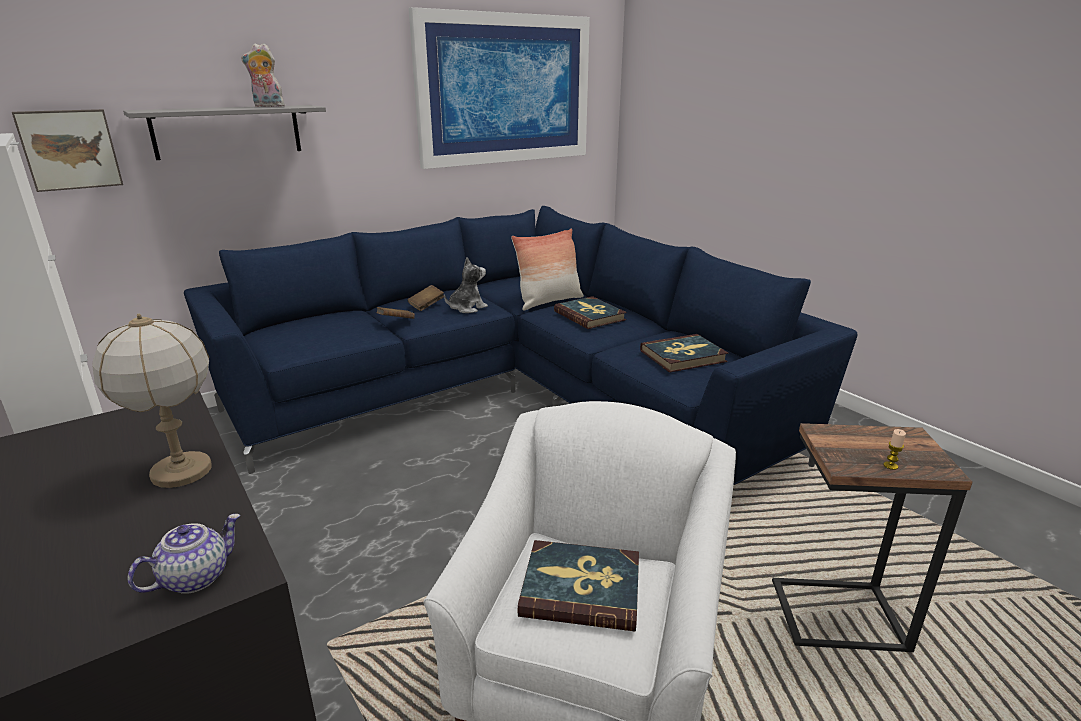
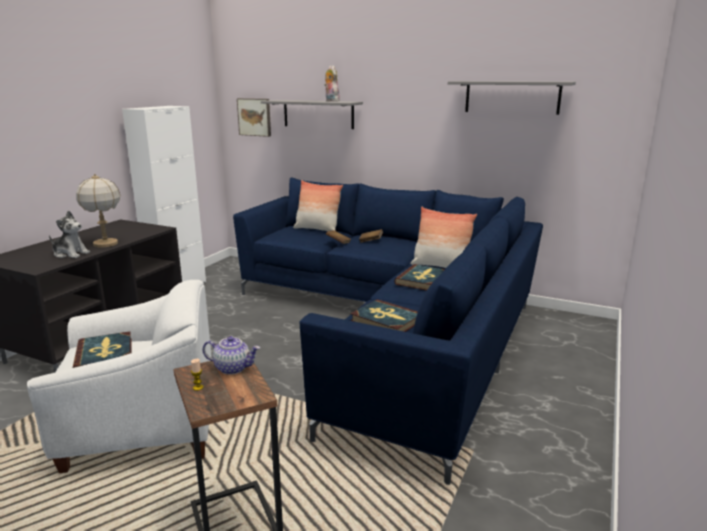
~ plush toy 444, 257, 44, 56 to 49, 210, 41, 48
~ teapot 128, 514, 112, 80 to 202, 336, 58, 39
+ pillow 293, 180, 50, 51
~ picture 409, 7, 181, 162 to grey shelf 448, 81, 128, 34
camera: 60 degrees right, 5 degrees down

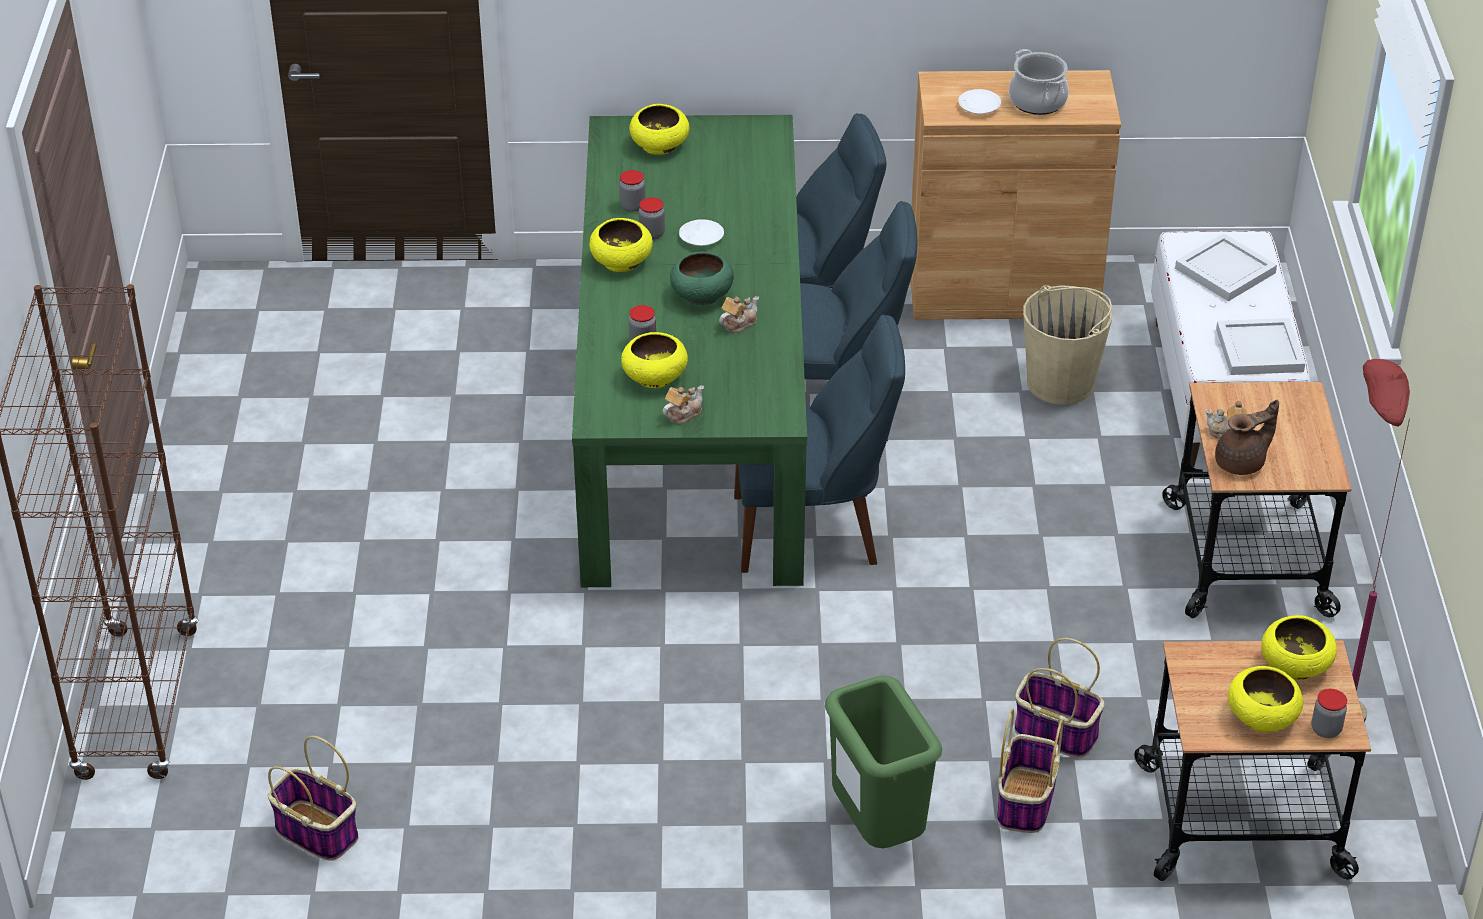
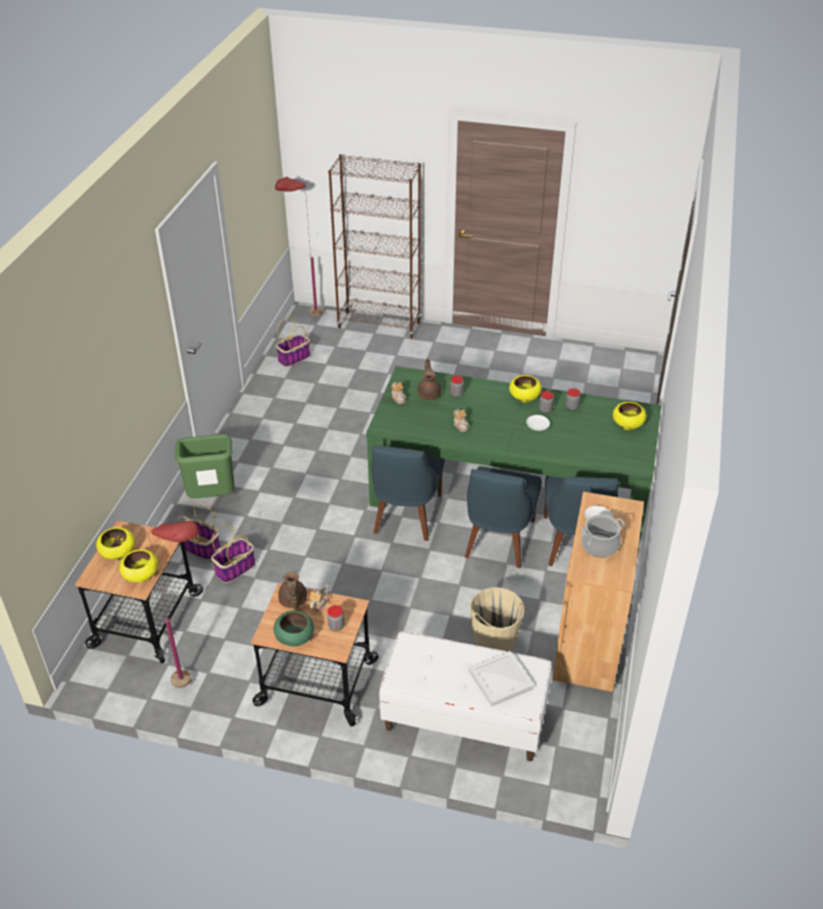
~ green bowl 670, 251, 64, 54 to 274, 611, 40, 35
+ red floor lamp 275, 177, 48, 139
~ jar 1312, 689, 35, 49 to 327, 605, 17, 26
~ yellow bowl 621, 332, 67, 56 to brown teapot 417, 358, 24, 42
- white tray 1216, 318, 89, 57
camera: 105 degrees right, 0 degrees up

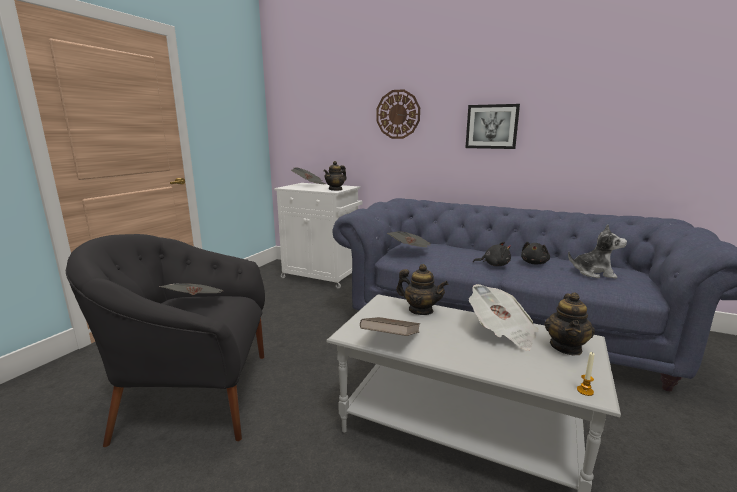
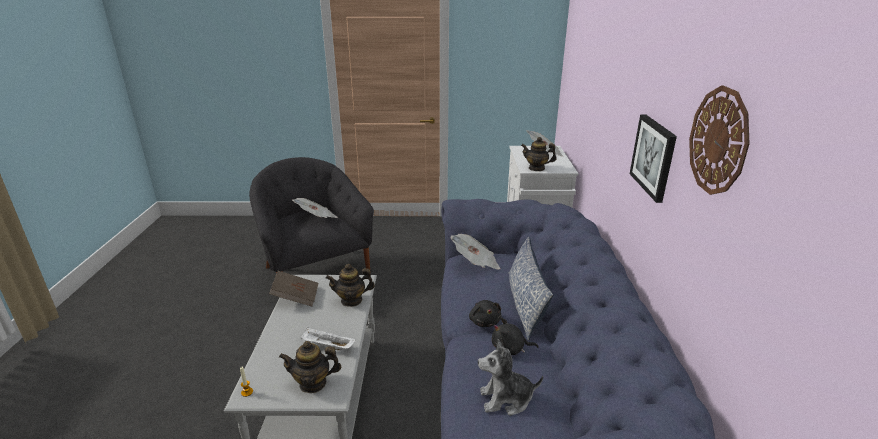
~ newspaper 469, 284, 70, 67 to white tray 300, 327, 56, 23
~ teapot 396, 264, 52, 51 = 326, 264, 49, 43 75 degrees clockwise
~ plush toy 568, 224, 59, 55 = 478, 339, 65, 77 90 degrees clockwise
+ pillow 508, 237, 45, 104
~ wall clock 376, 89, 44, 50 to 689, 85, 61, 110
camera: 65 degrees right, 10 degrees up

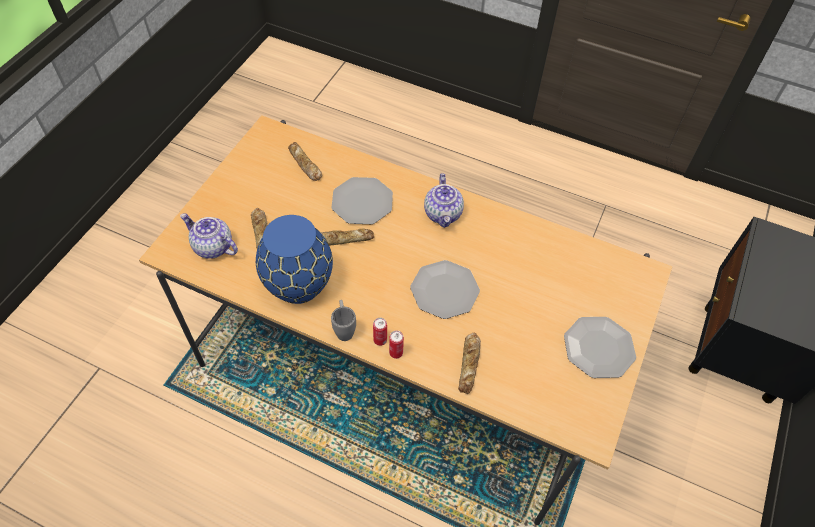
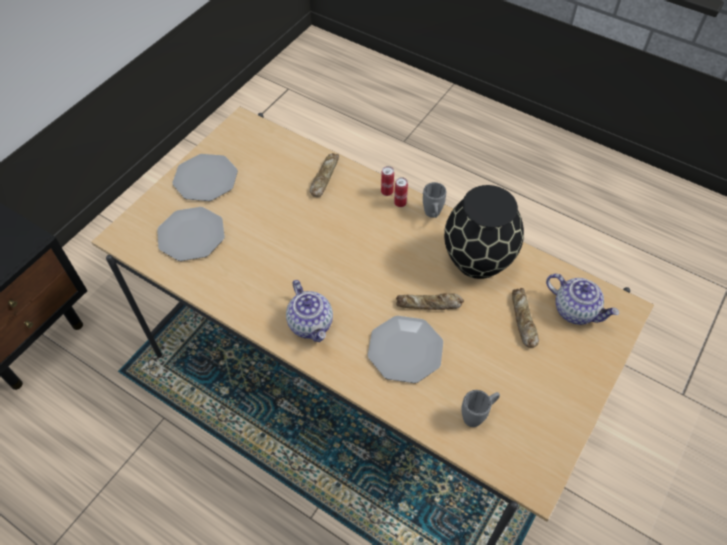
~ plate 410, 260, 70, 59 to 157, 207, 68, 54
~ teapot 424, 173, 40, 55 = 286, 280, 47, 62 150 degrees clockwise
~ blue vase 256, 215, 77, 89 to black vase 444, 185, 80, 94
~ bread 288, 142, 34, 39 to grey mug 461, 390, 39, 37
camera: 170 degrees left, 0 degrees up

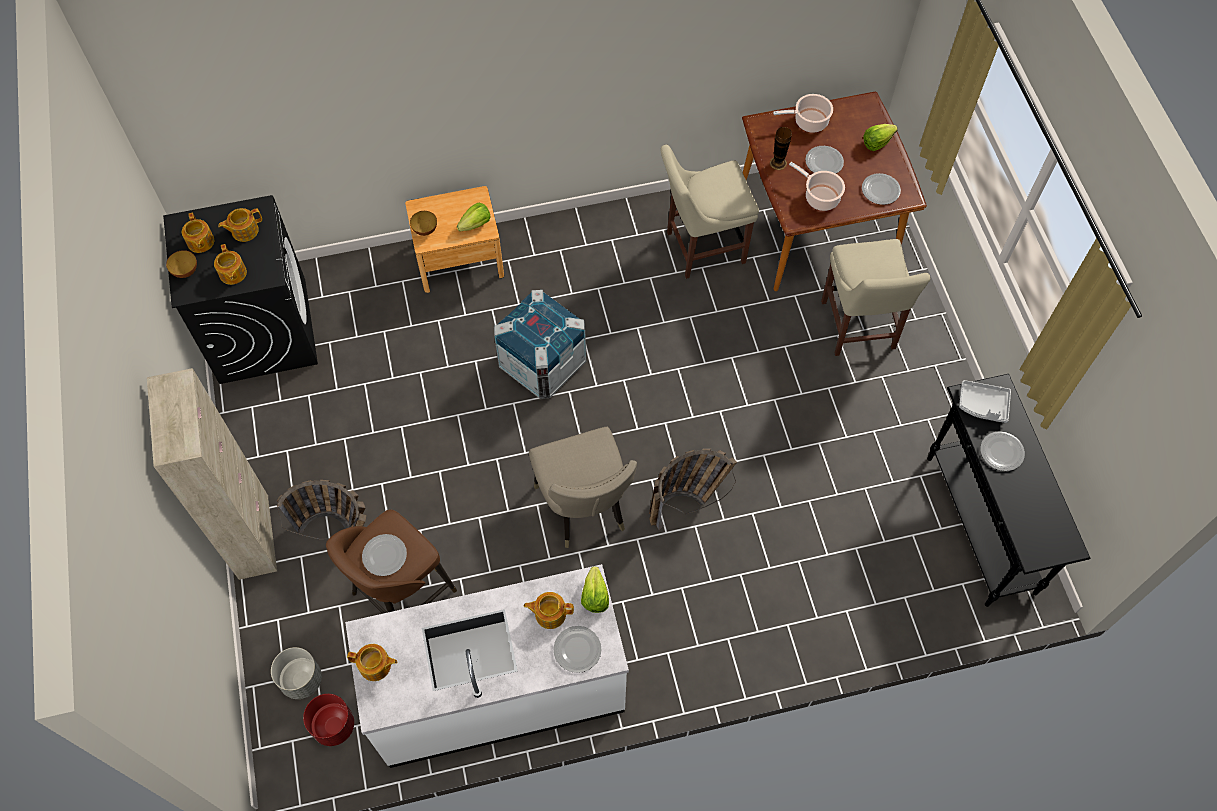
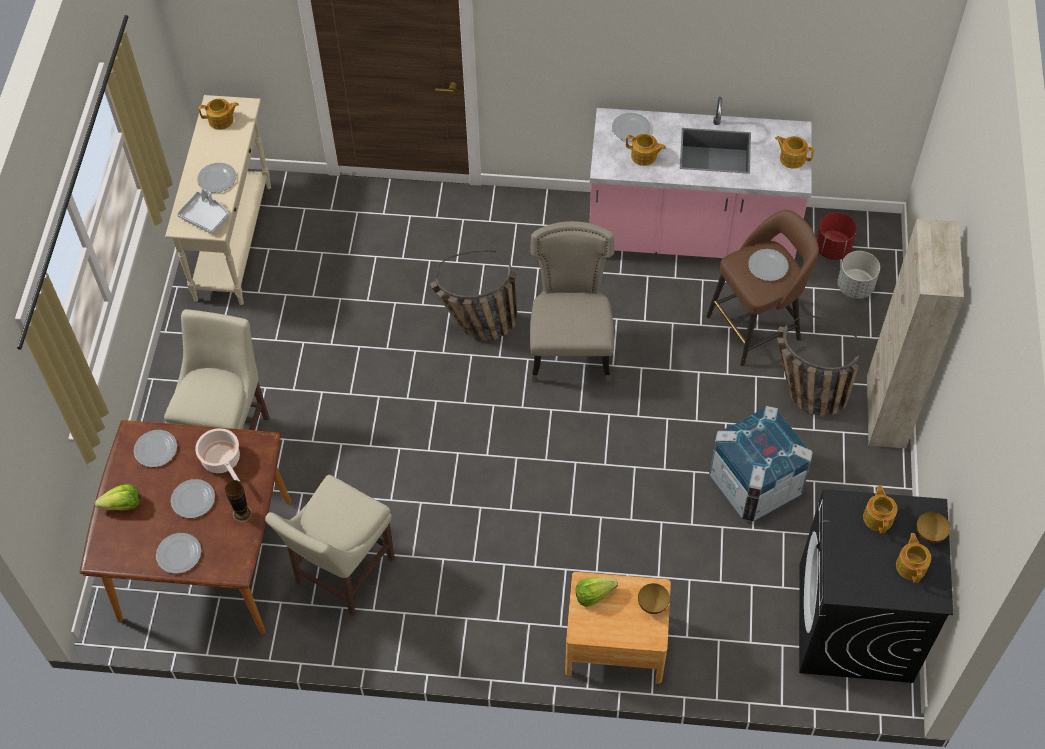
~ cooking pot 773, 94, 60, 39 to plate 156, 533, 45, 41
~ black console table 927, 374, 163, 233 to beige console table 165, 95, 106, 210
~ teapot 218, 208, 44, 34 to 199, 99, 40, 31
~ beige chair 661, 145, 98, 134 = 265, 475, 130, 141 120 degrees clockwise
~ white counter 345, 564, 284, 204 to pink counter 590, 97, 222, 163
~ crate 494, 290, 93, 109 to 709, 406, 104, 115
- lettuce 581, 567, 28, 46
camera: 160 degrees left, 5 degrees down

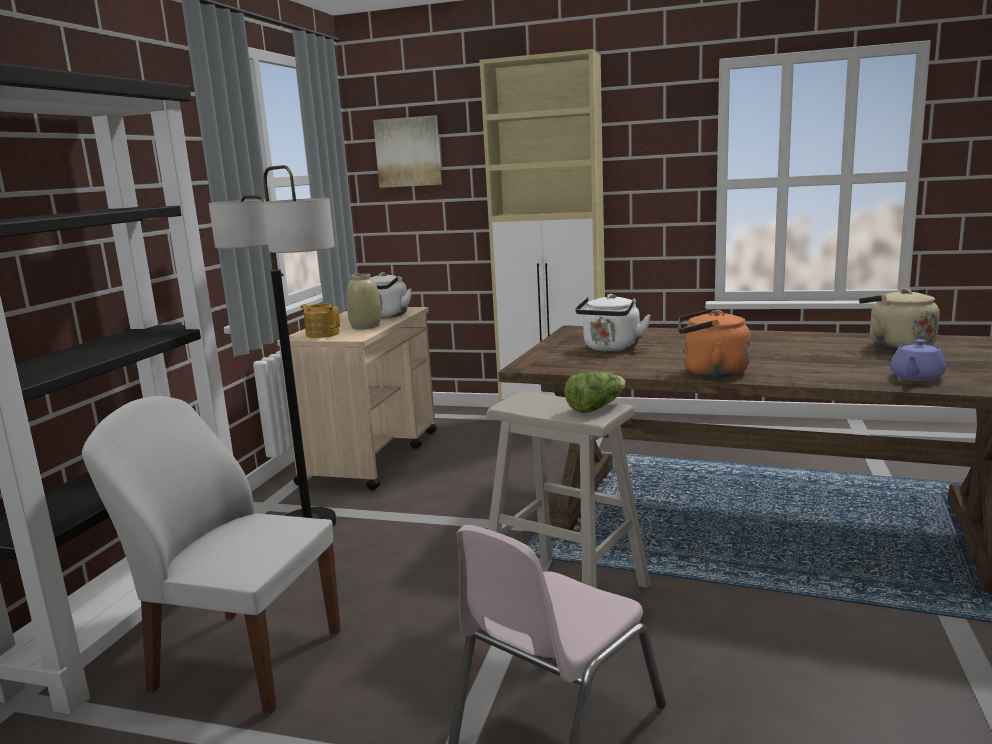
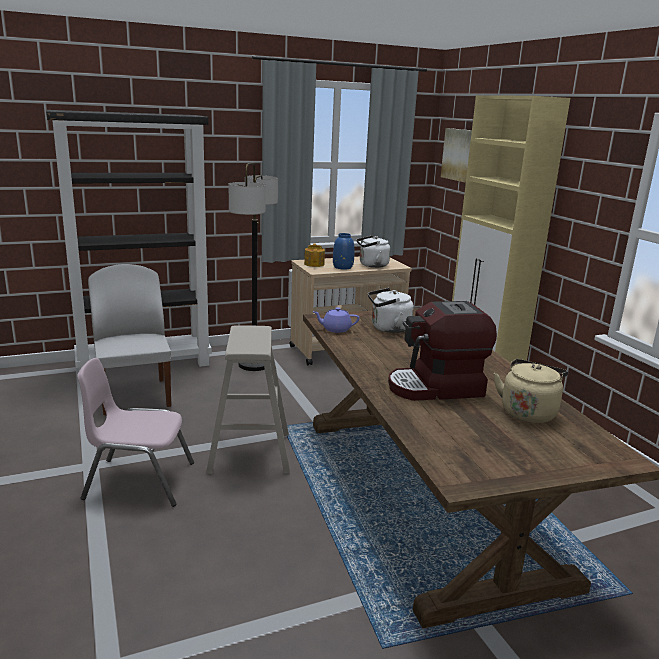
~ purple teapot 890, 339, 56, 42 to 313, 307, 46, 26
~ beige vase 346, 273, 36, 56 to blue vase 333, 233, 21, 37
+ coffee machine 388, 301, 109, 100
- lettuce 564, 371, 62, 42
- orange kettle 678, 309, 73, 68
camera: 50 degrees right, 5 degrees up

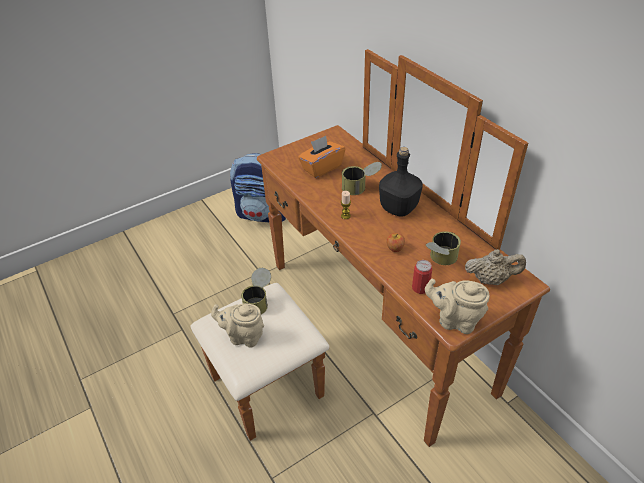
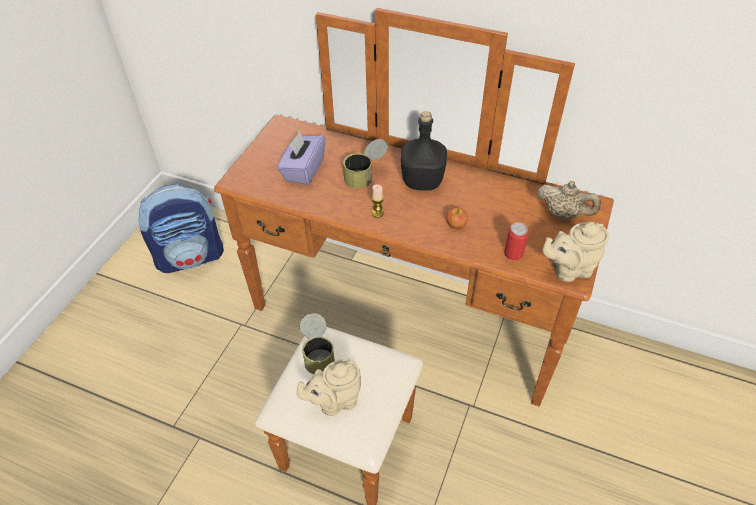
~ orange tissue box 298, 136, 47, 42 to purple tissue box 277, 131, 48, 54
~ beige teapot 465, 249, 61, 36 = 537, 181, 64, 39 60 degrees clockwise
- can 426, 231, 35, 34
camera: 35 degrees left, 5 degrees up

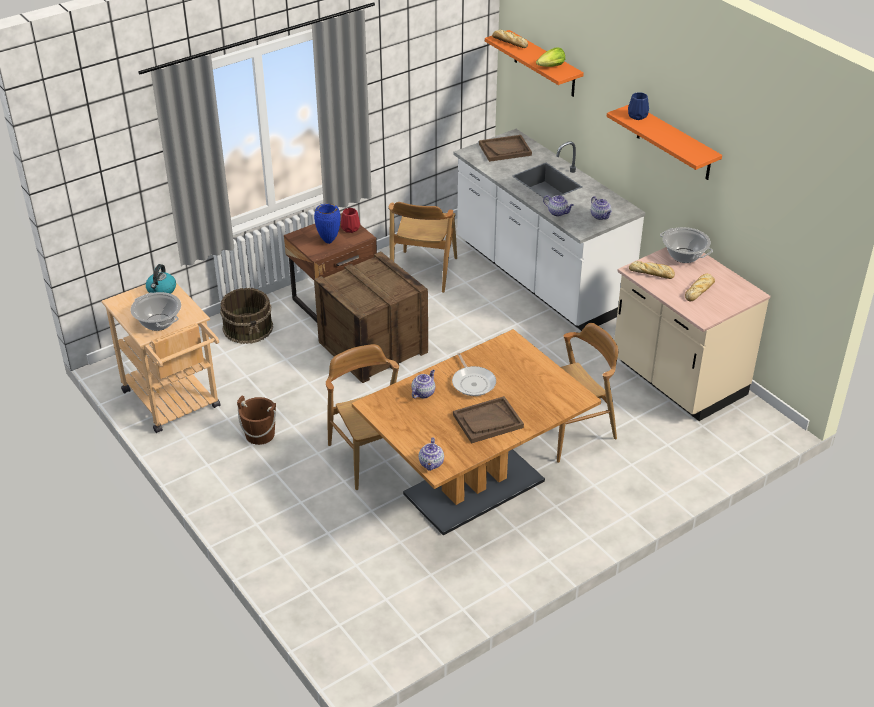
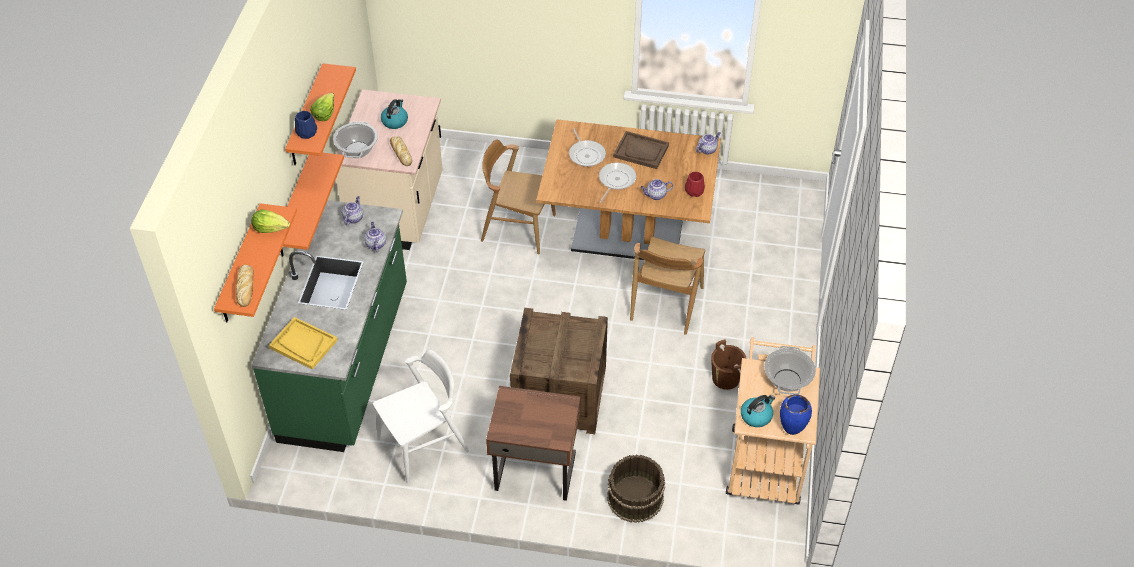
~ white counter 454, 129, 192, 202 to green counter 251, 200, 156, 252
~ brown tray 479, 135, 53, 27 to yellow tray 269, 317, 69, 53
+ orange shelf 281, 153, 63, 104
+ lettuce 310, 93, 24, 28
~ brown chair 389, 202, 68, 91 to white chair 373, 349, 96, 135
~ bread 685, 274, 30, 27 to kettle 381, 99, 27, 30
+ frying pan 569, 128, 37, 39
~ red vase 341, 208, 19, 25 to 685, 172, 20, 25
~ blue vase 314, 203, 27, 41 to 780, 394, 32, 41
camera: 135 degrees left, 10 degrees up

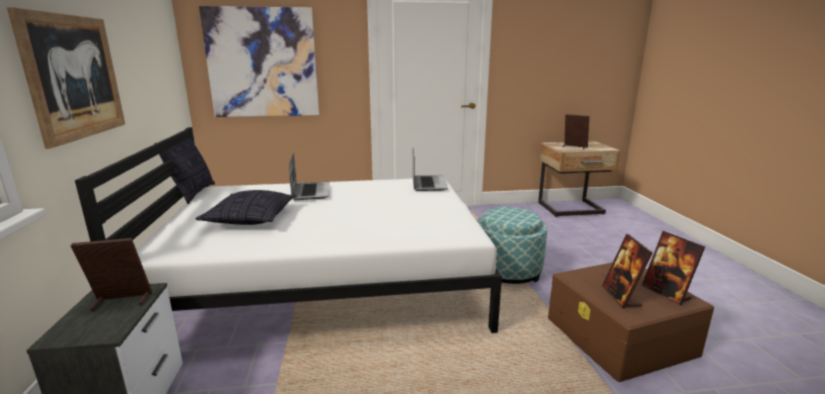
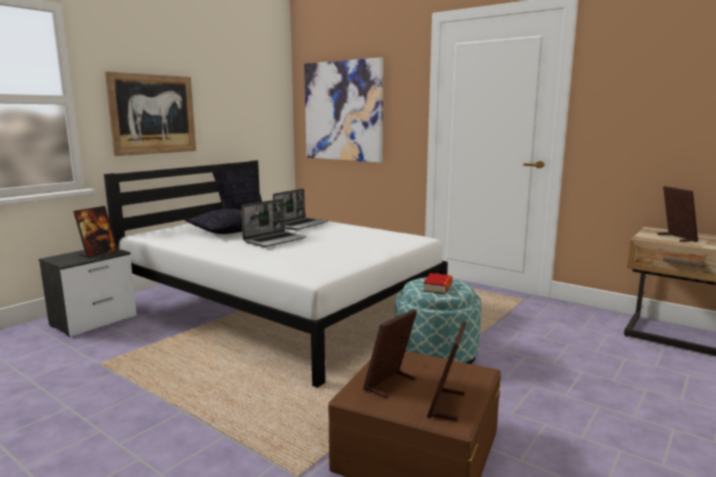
~ picture frame 71, 238, 81, 73 = 73, 206, 45, 52 90 degrees clockwise
~ laptop 412, 149, 36, 42 to 241, 199, 65, 48
+ book 423, 273, 30, 21
camera: 45 degrees right, 5 degrees down

